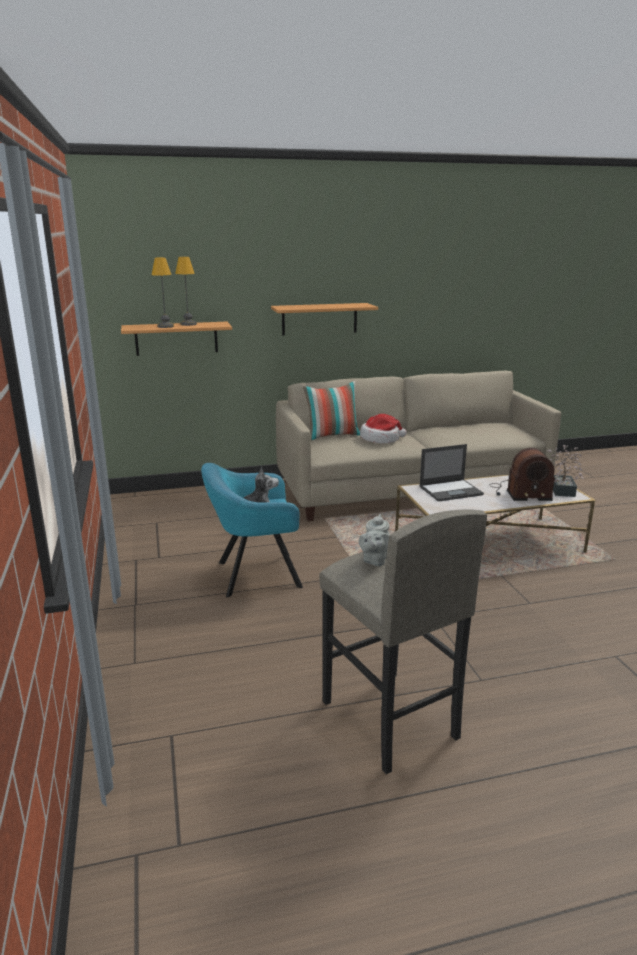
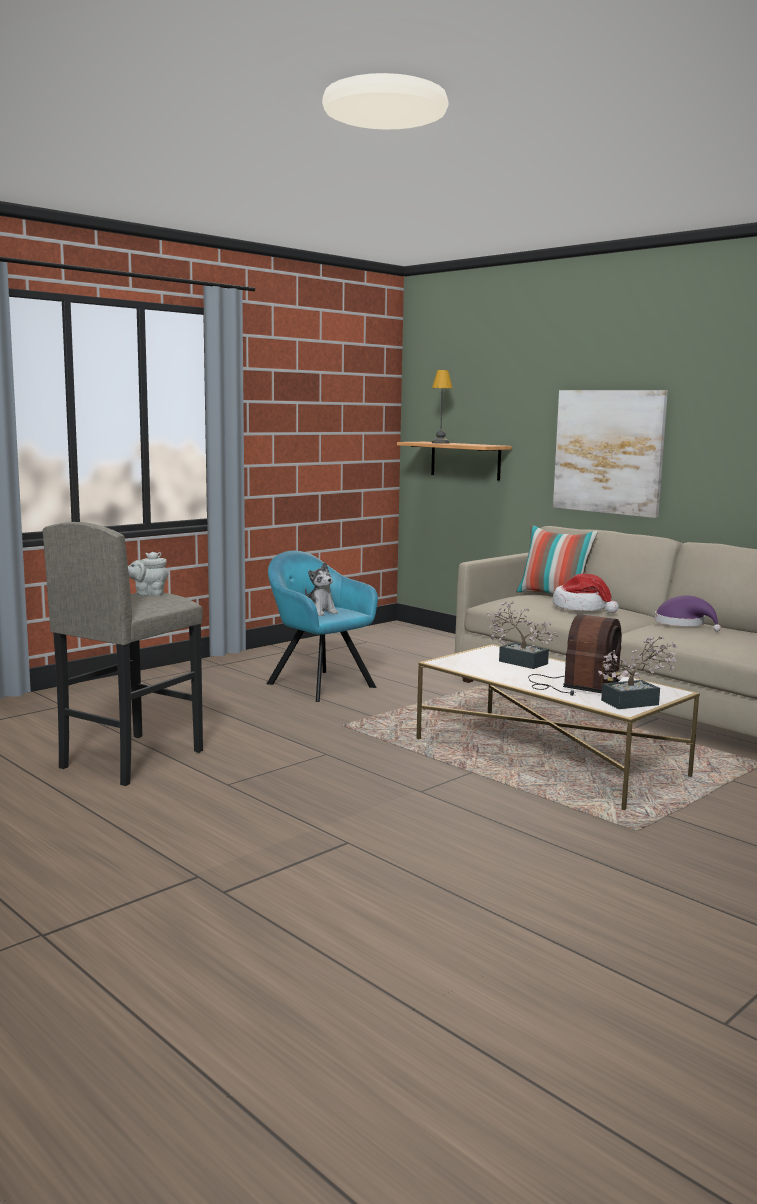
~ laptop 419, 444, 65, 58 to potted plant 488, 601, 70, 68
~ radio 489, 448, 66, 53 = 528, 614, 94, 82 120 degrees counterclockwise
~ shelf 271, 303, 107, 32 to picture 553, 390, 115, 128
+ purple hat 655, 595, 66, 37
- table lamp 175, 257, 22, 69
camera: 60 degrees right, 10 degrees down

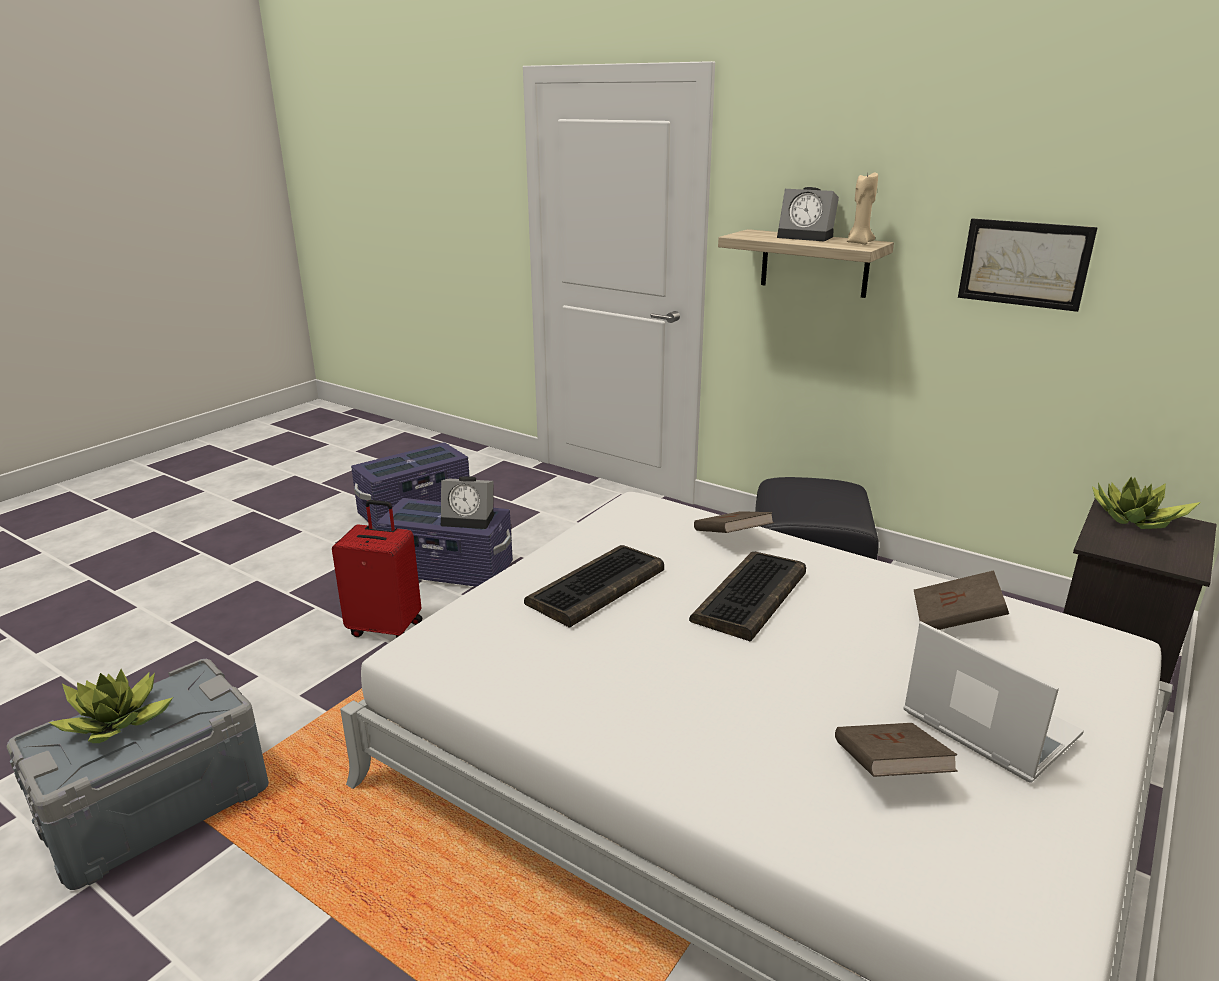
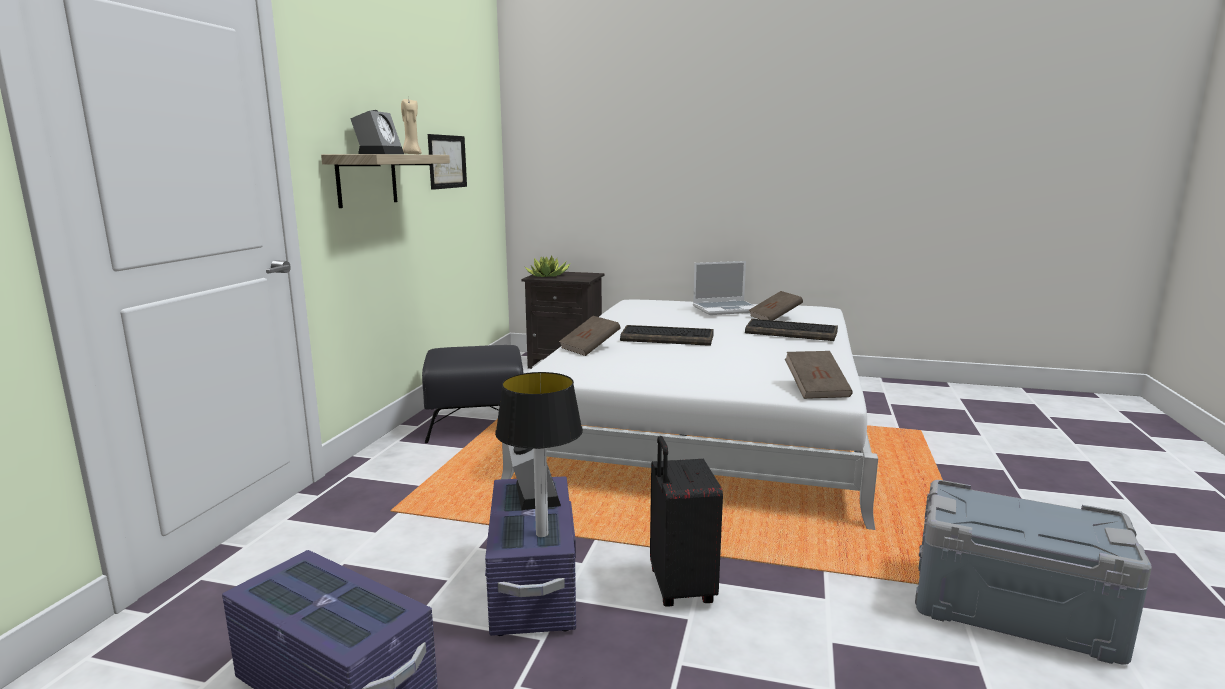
+ table lamp 495, 372, 88, 165
~ red suitcase 332, 500, 90, 138 to black suitcase 650, 436, 73, 171
~ laptop 903, 621, 181, 162 = 693, 261, 62, 54 135 degrees counterclockwise
~ keyboard 524, 545, 140, 83 to 745, 319, 93, 22
~ brown book 914, 570, 95, 60 to 785, 351, 68, 48
- potted plant 49, 669, 124, 74
camera: 110 degrees left, 10 degrees down

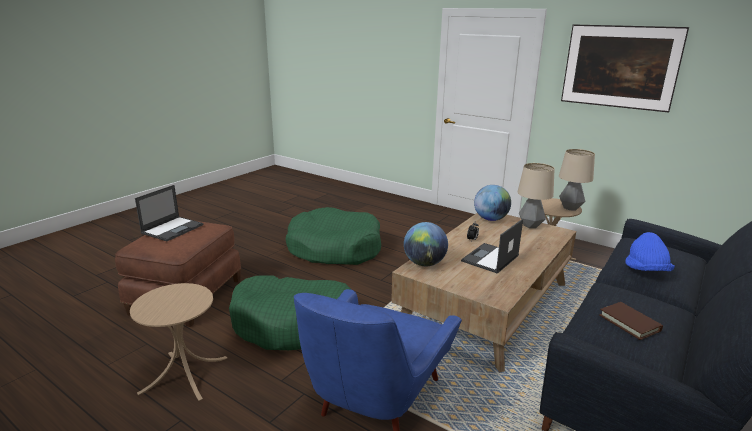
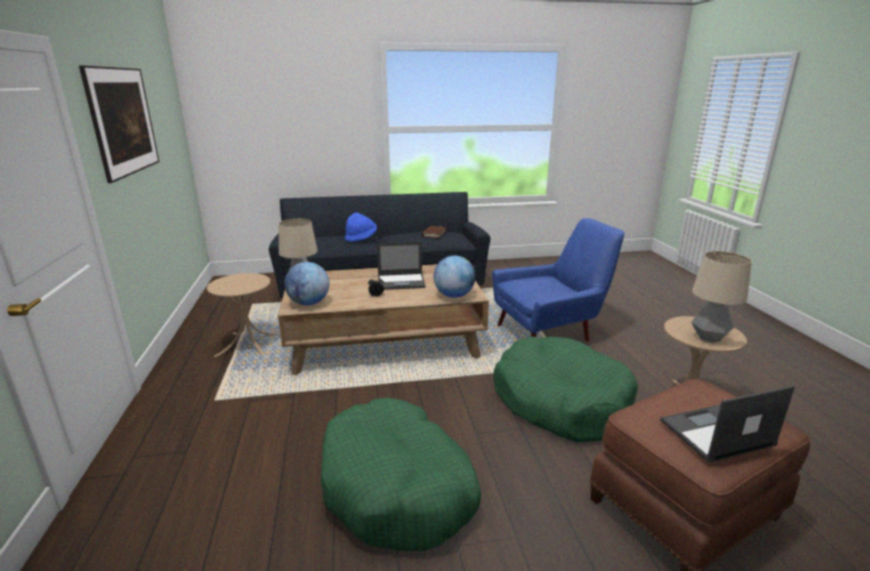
~ table lamp 559, 149, 36, 62 to 691, 251, 61, 92
camera: 135 degrees left, 0 degrees up

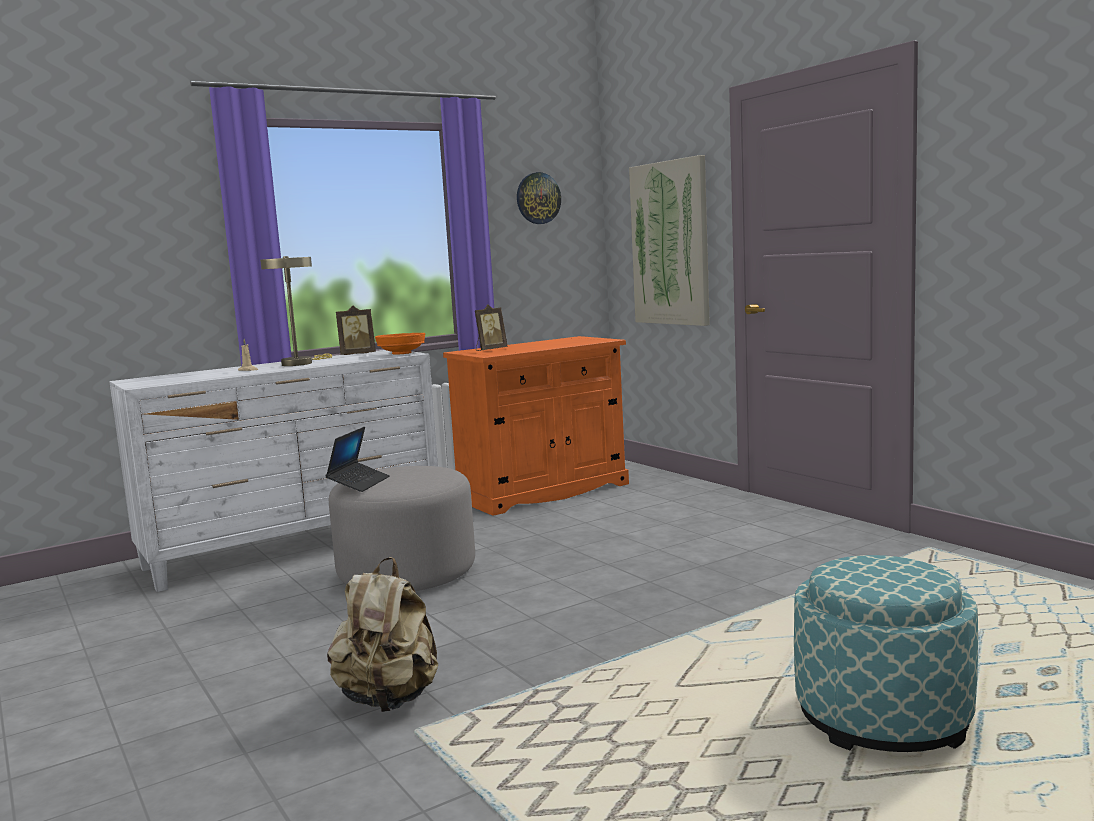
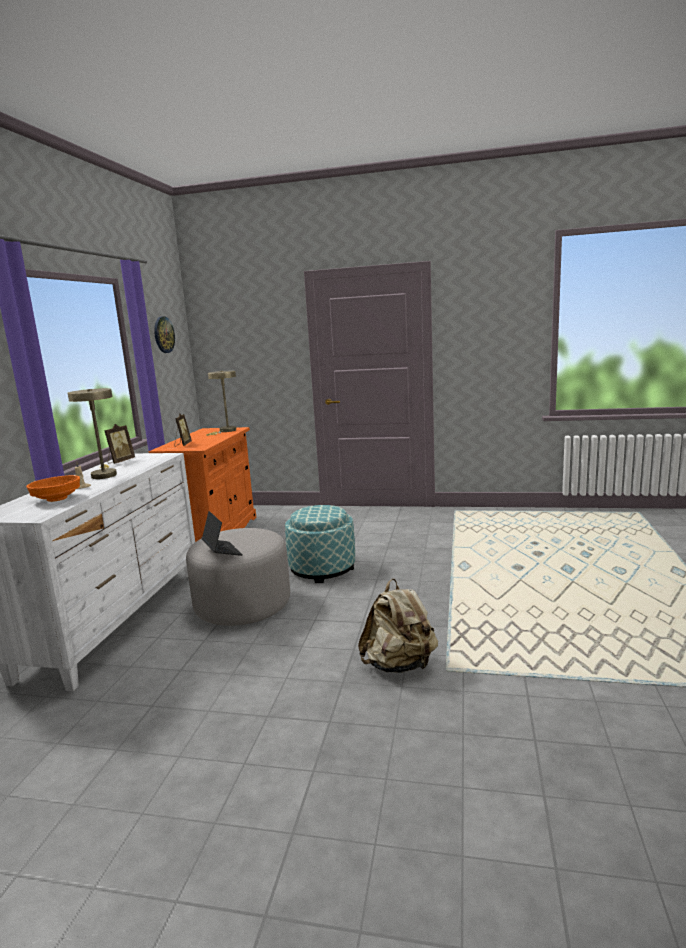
~ orange bowl 375, 333, 50, 22 to 26, 475, 54, 27
+ beige table lamp 206, 371, 30, 65
~ ottoman 794, 555, 184, 197 to 285, 505, 70, 78
- picture 629, 155, 81, 171
camera: 45 degrees left, 5 degrees up

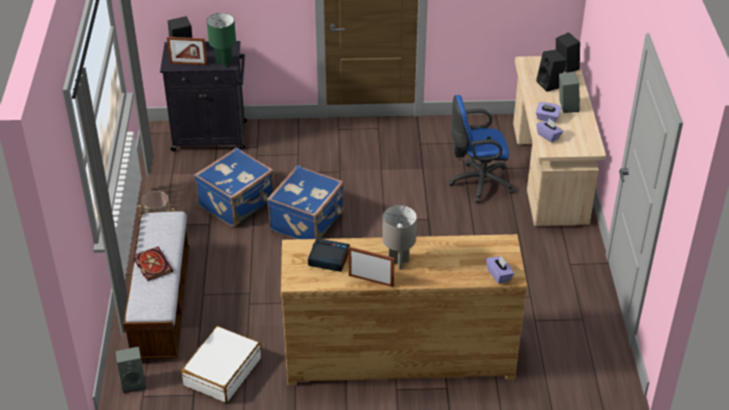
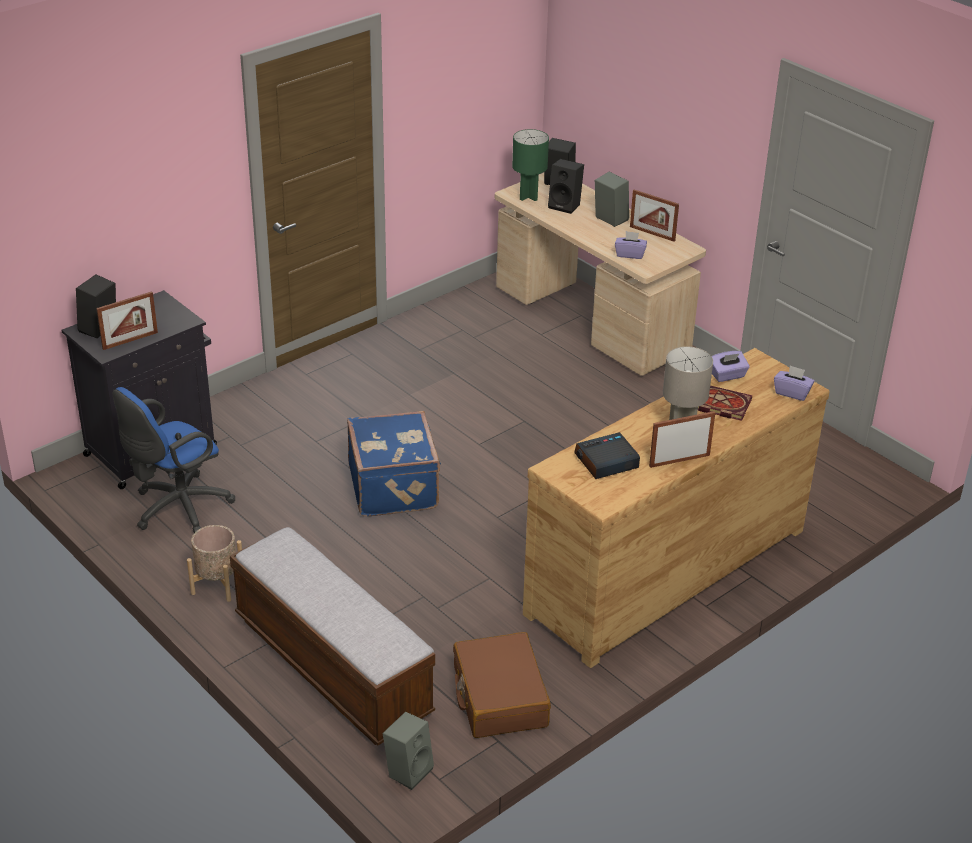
~ blue office chair 448, 95, 66, 108 to 113, 387, 122, 146
~ white suitcase 181, 326, 80, 77 to brown suitcase 453, 632, 98, 106
~ green table lamp 207, 13, 29, 55 to 512, 129, 37, 72
+ picture frame 630, 190, 49, 52
~ book 133, 247, 40, 34 to 698, 386, 54, 35
~ purple tissue box 536, 102, 26, 21 to 712, 351, 38, 31
- blue suitcase 194, 147, 80, 80
camera: 40 degrees left, 5 degrees down

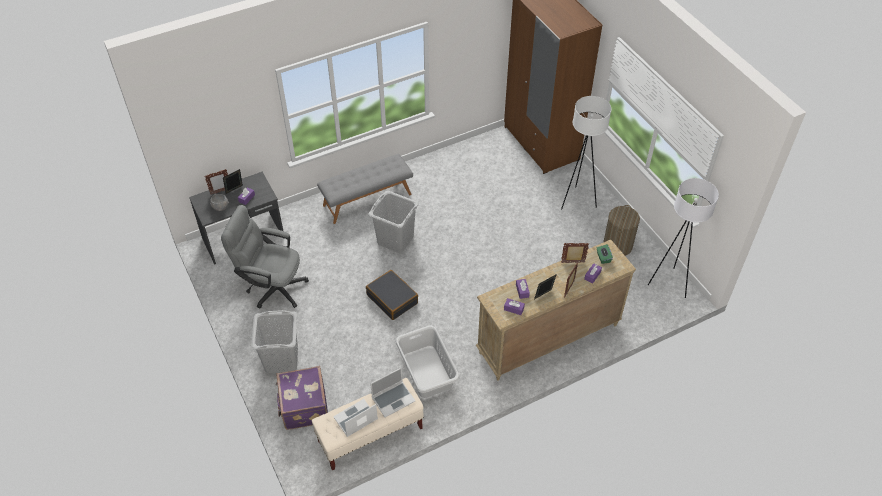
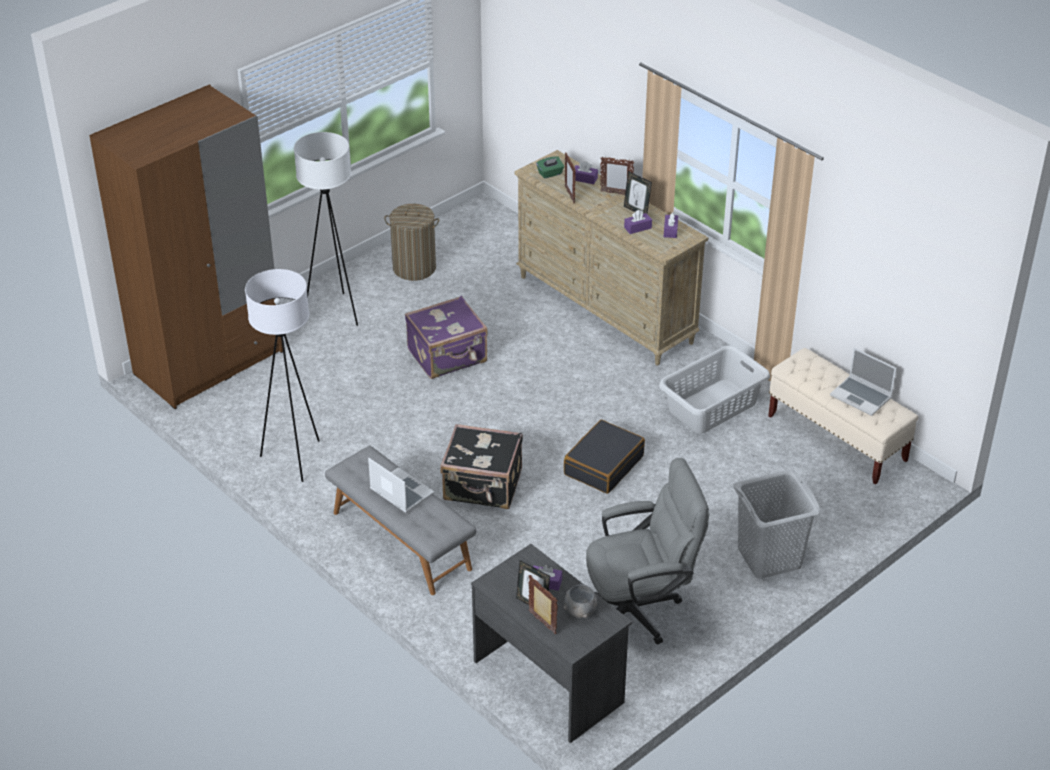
~ white floor lamp 648, 178, 71, 120 to 245, 269, 75, 213
~ laptop 370, 368, 45, 49 to 368, 458, 66, 55
~ purple suitcase 276, 366, 52, 64 to 405, 296, 82, 83
~ grey laundry basket 368, 191, 51, 62 to black suitcase 440, 424, 83, 85
~ grey office chair 221, 205, 88, 104 = 586, 458, 123, 187 105 degrees counterclockwise
camera: 105 degrees left, 10 degrees down

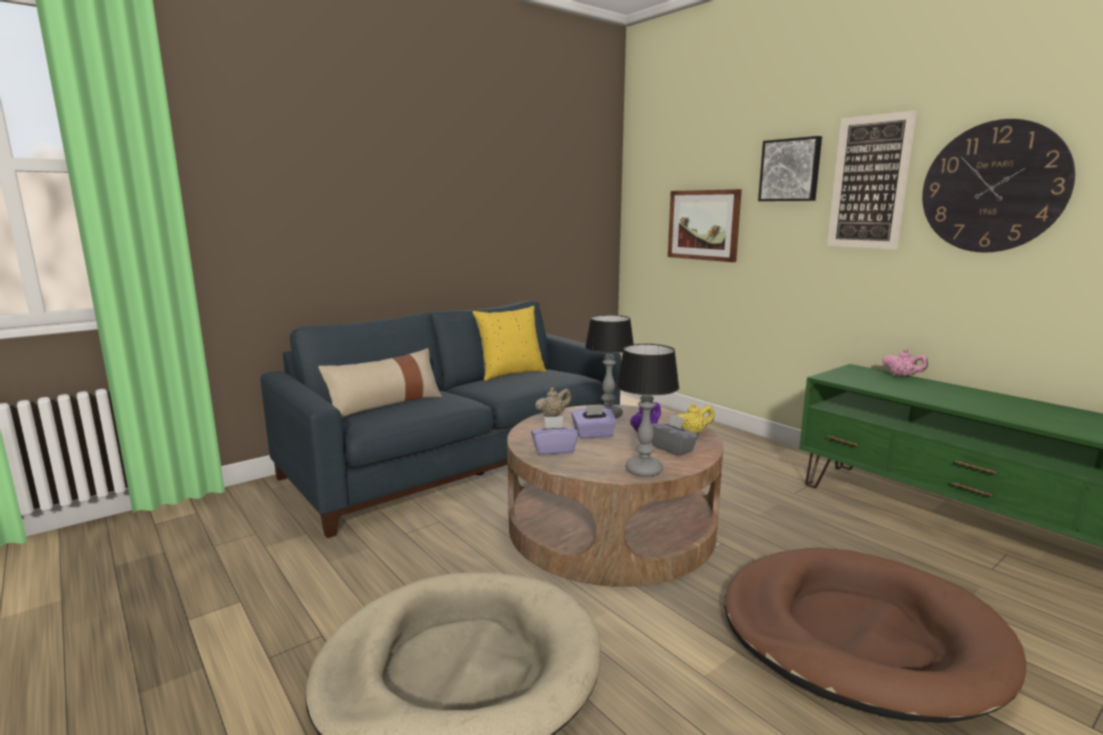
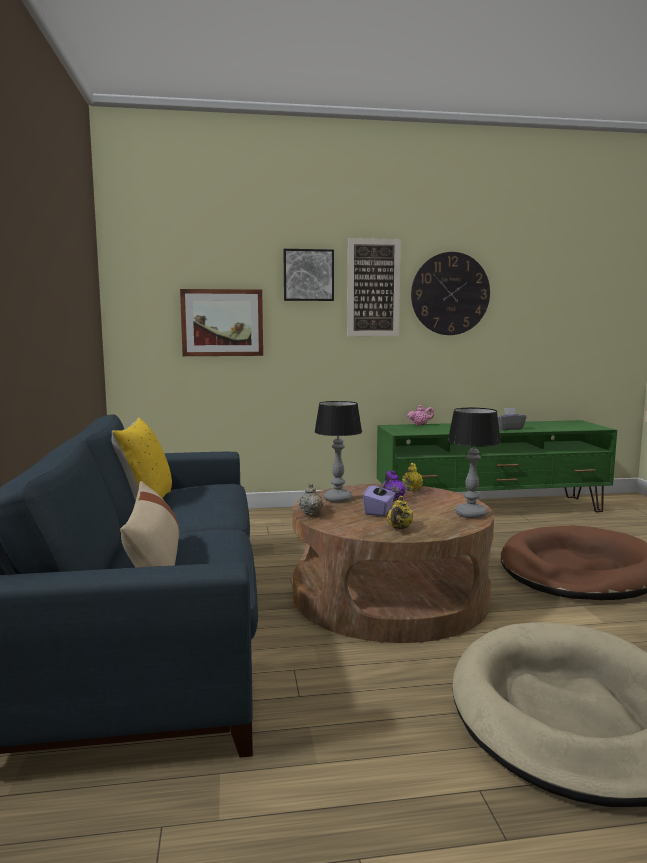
~ purple tissue box 531, 416, 48, 39 to yellow teapot 387, 496, 26, 33
~ grey tissue box 651, 414, 48, 42 to 498, 408, 28, 22
camera: 60 degrees left, 5 degrees down

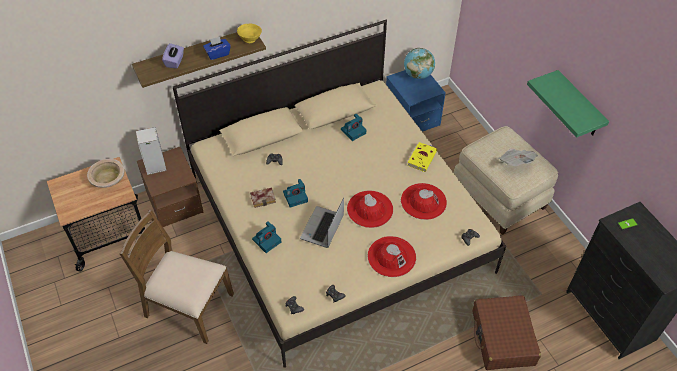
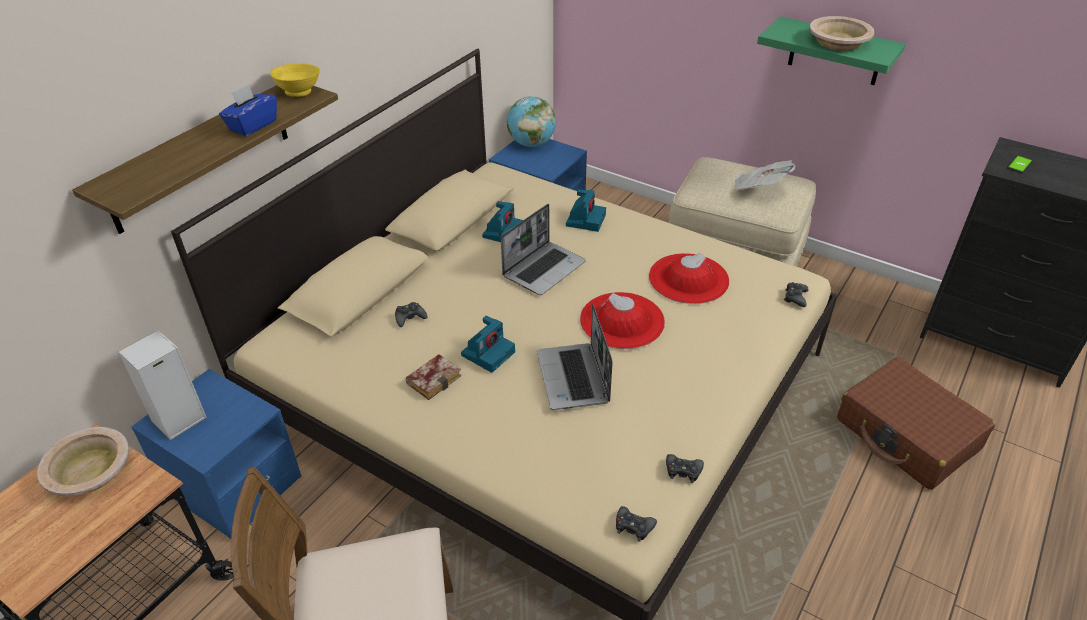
~ brown nightstand 137, 147, 67, 80 to blue nightstand 131, 369, 171, 169
+ laptop 501, 204, 85, 91
~ photo camera 252, 221, 29, 32 to 566, 189, 40, 43
+ beige bowl 809, 16, 65, 35
- purple tissue box 162, 43, 22, 26
- red hat 368, 236, 48, 41
- yellow book 407, 142, 30, 30
camera: 30 degrees left, 10 degrees down

